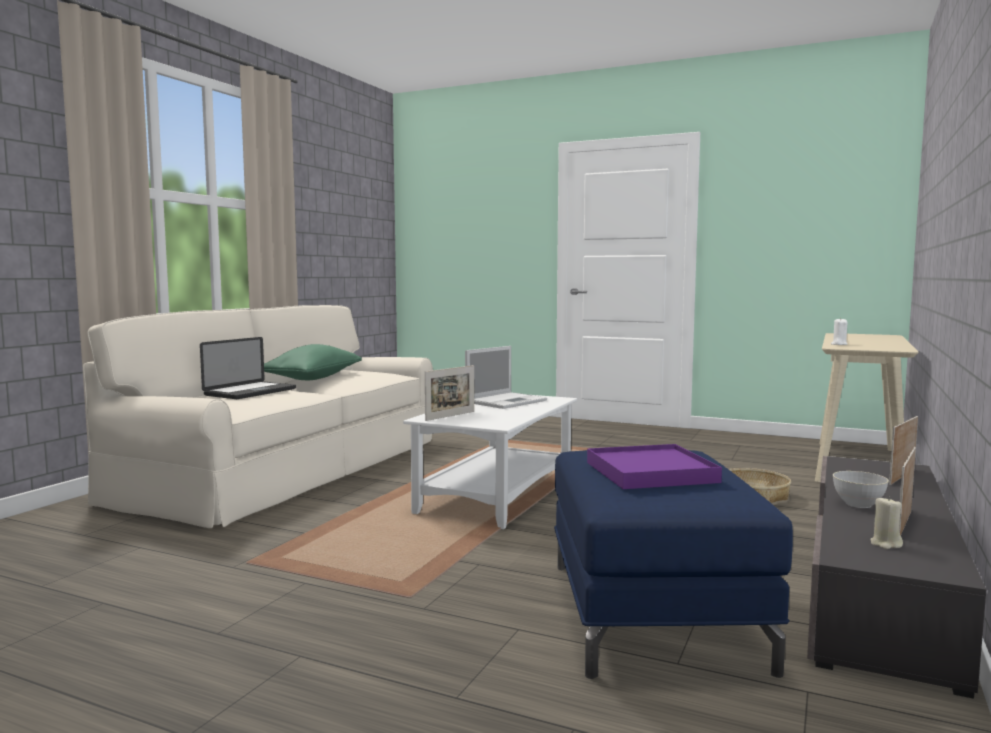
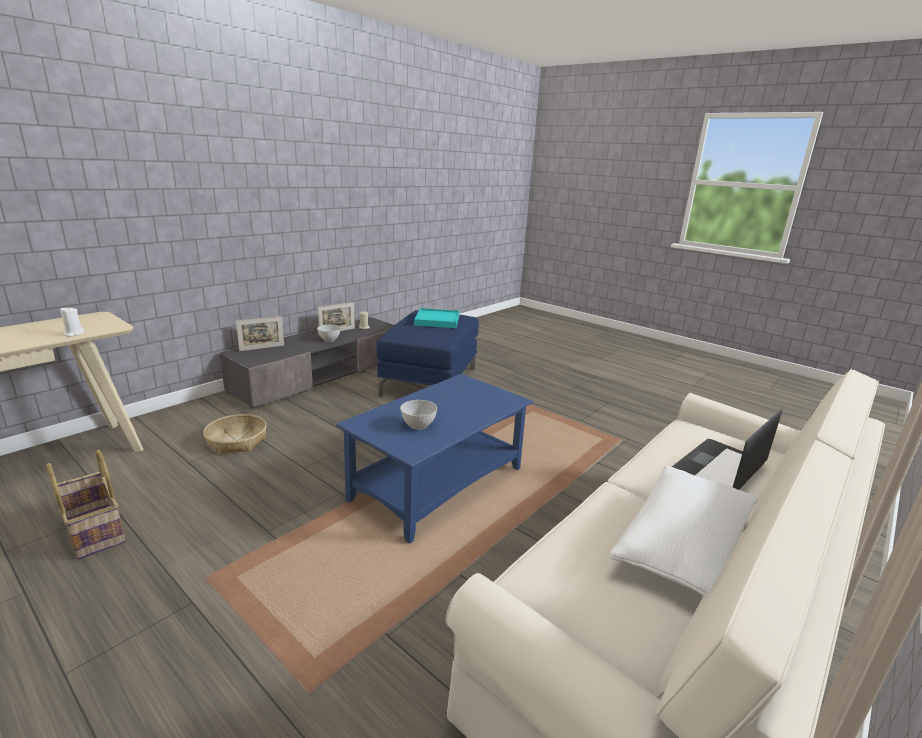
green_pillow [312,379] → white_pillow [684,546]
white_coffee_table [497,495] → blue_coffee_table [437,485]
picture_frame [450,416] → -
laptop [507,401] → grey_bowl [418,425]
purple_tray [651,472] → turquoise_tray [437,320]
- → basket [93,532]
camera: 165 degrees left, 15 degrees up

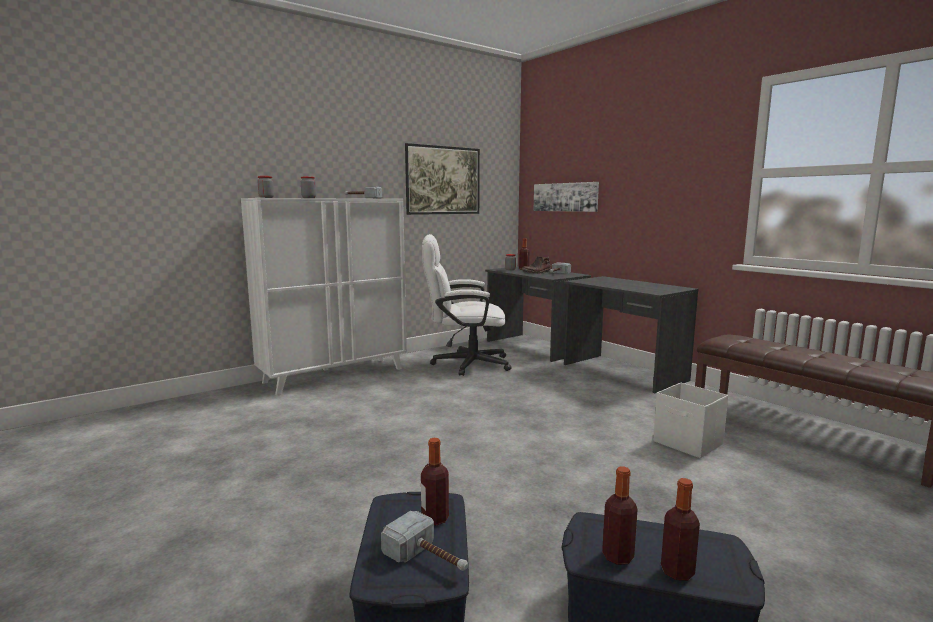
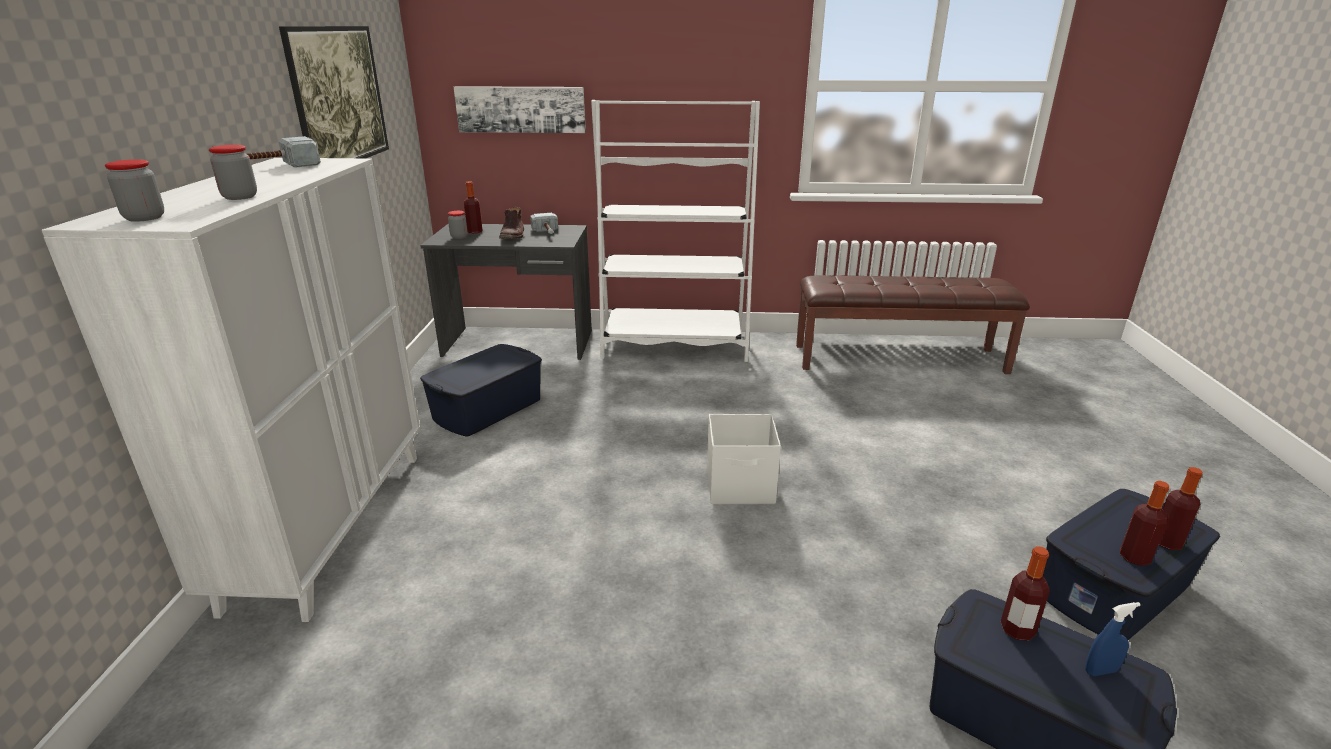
hammer [429,559] → blue_spray_bottle [1100,671]
white_office_chair [463,364] → blue_storage_box [487,409]
grey_desk [623,372] → white_bookcase [673,345]
white_storage_box [688,443] → white_storage_box [741,487], moved
camera: 50 degrees left, 15 degrees up

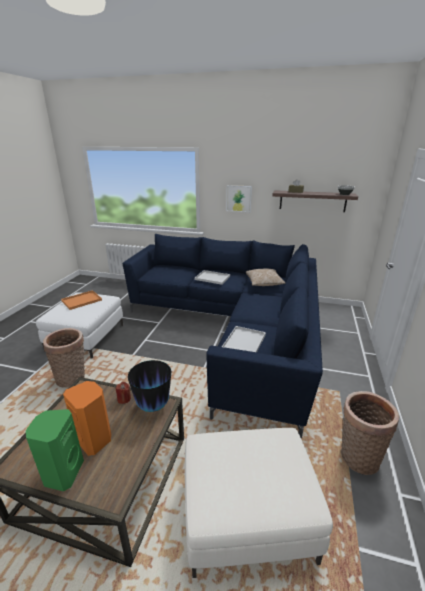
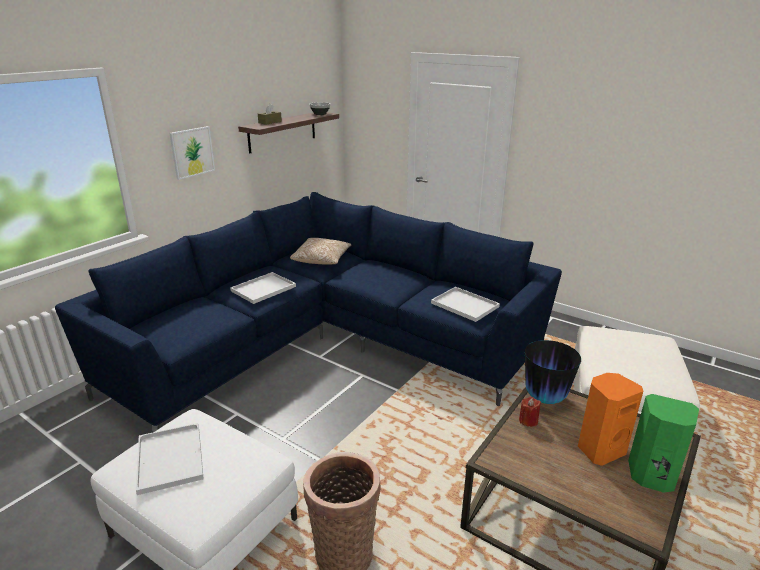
orange_tray [81,301] → white_tray [171,459]
basket [357,456] → -
camera: 70 degrees left, 0 degrees up

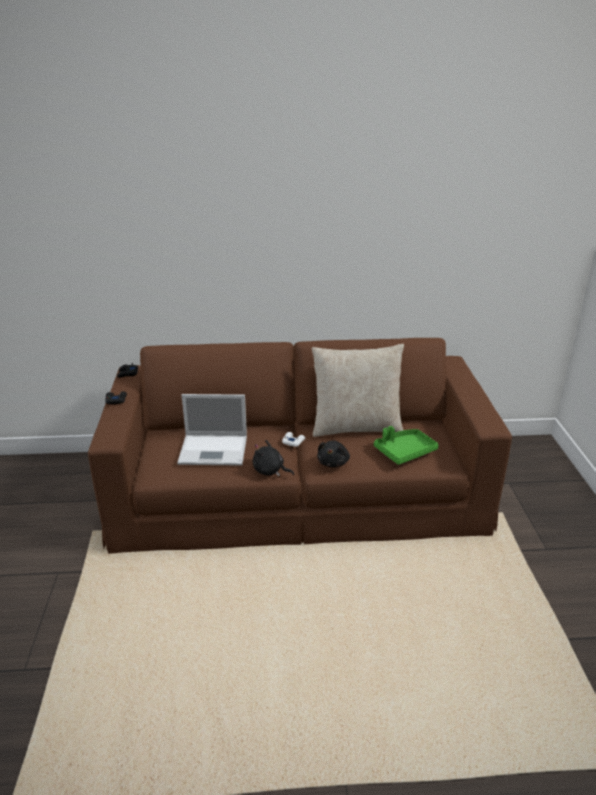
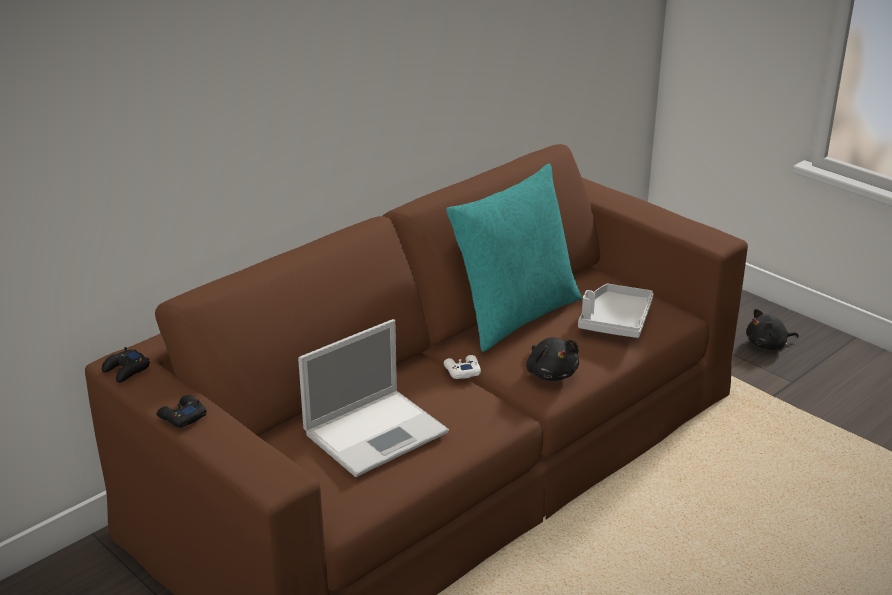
black_plush_toy [270,471] → black_plush_toy [768,345], moved
beige_pillow [356,427] → turquoise_pillow [515,315]
green_tray [404,452] → grey_tray [615,321]
camera: 40 degrees left, 0 degrees up

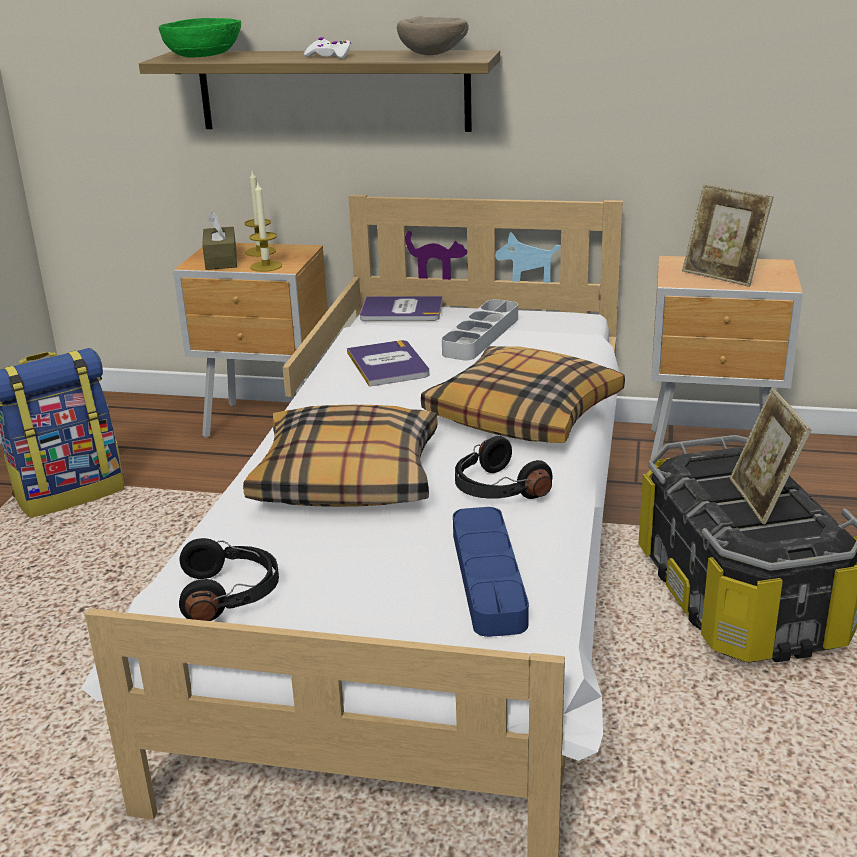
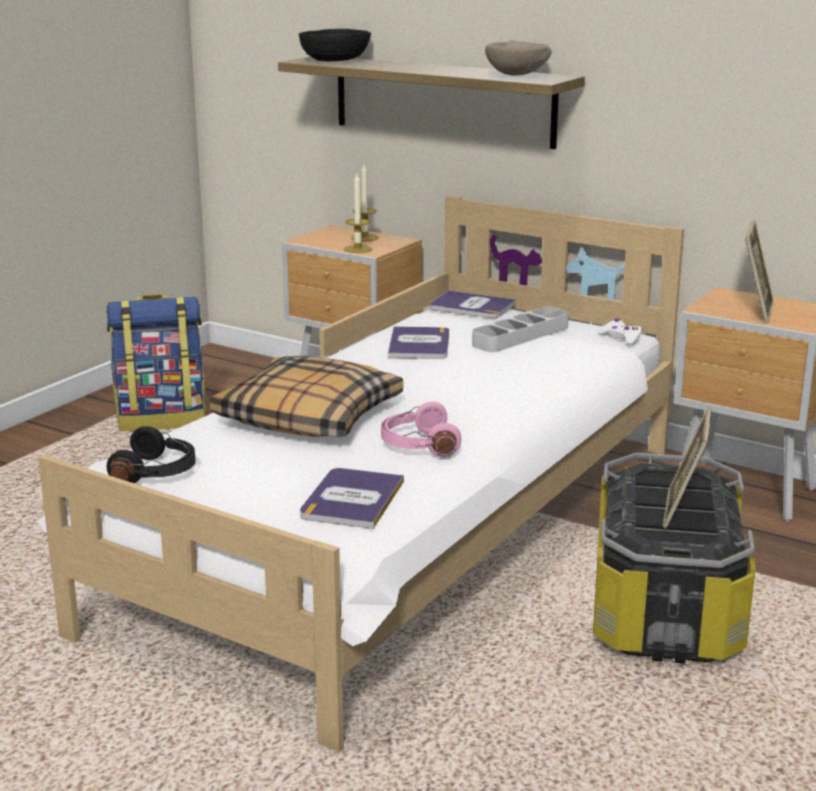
green_bowl [203,55] → black_bowl [335,60]
brown_tissue_box [221,260] → -
white_game_controller [329,56] → white_game_controller [621,337], moved
pillow [524,413] → -
blue_tray [488,577] → book [352,499]
black_headphones [496,489] → pink_headphones [418,445]
picture_frame [722,276] → picture_frame [755,311], 135 degrees counterclockwise
camera: 20 degrees right, 5 degrees down

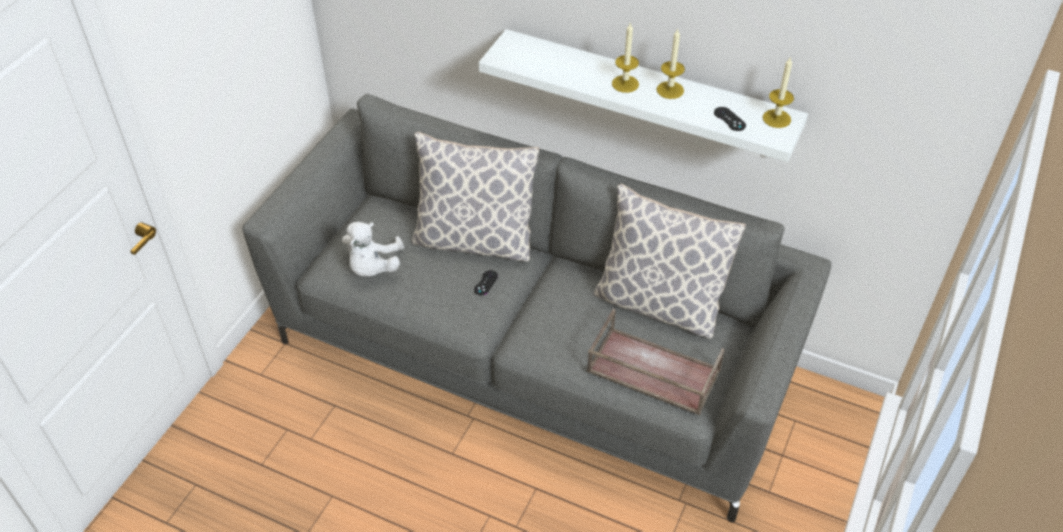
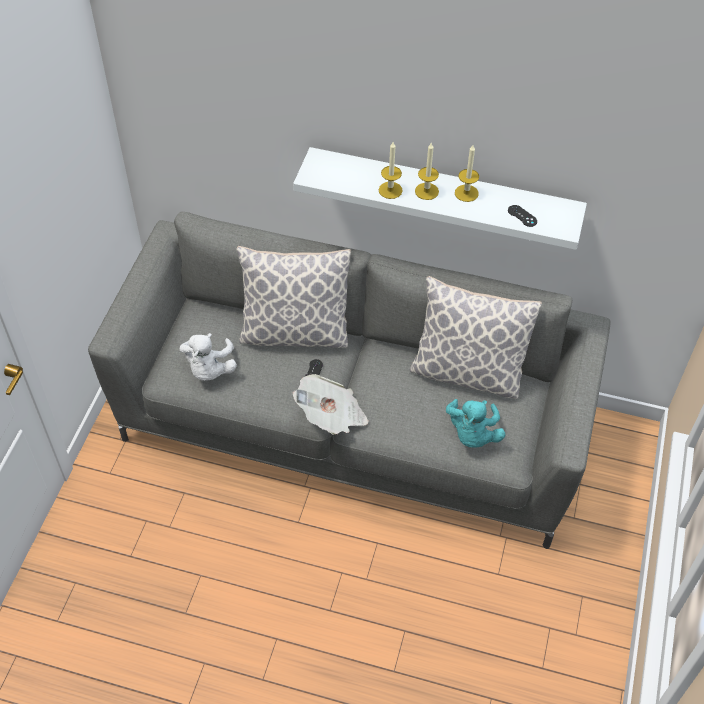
brown_tray [651,371] → turquoise_plush_toy [472,434]
candle [776,118] → candle [390,190], moved
- → newspaper [331,416]
camera: 10 degrees left, 5 degrees up

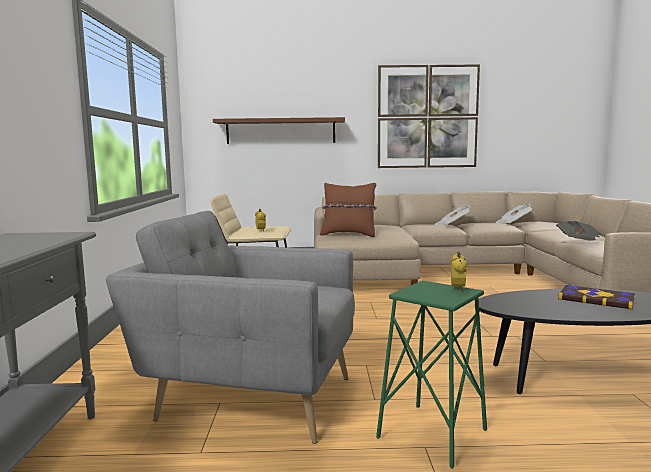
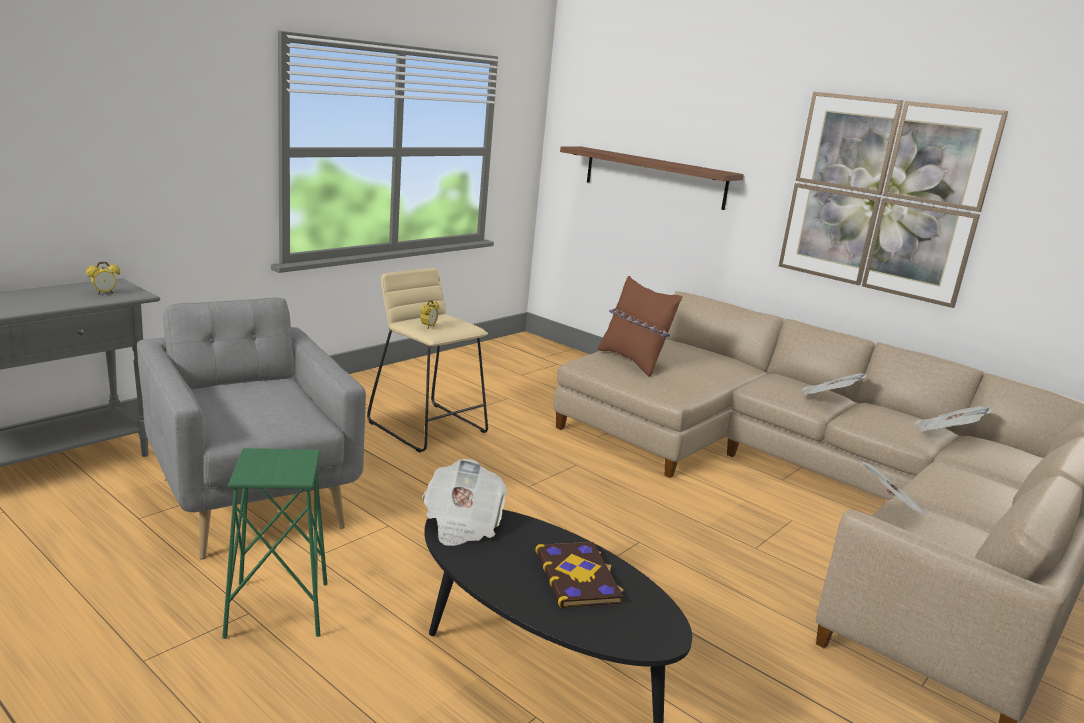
alarm_clock [458,289] → alarm_clock [104,293], moved
- → newspaper [462,523]
camera: 40 degrees right, 10 degrees up

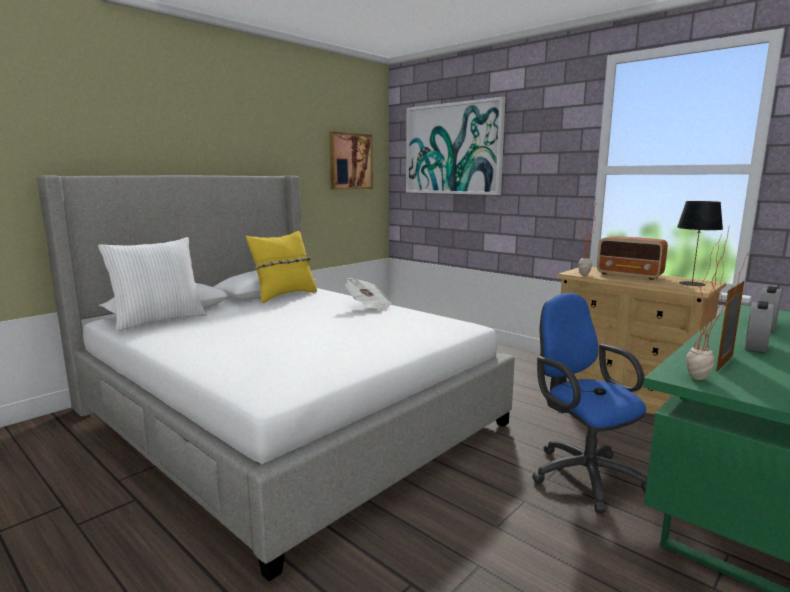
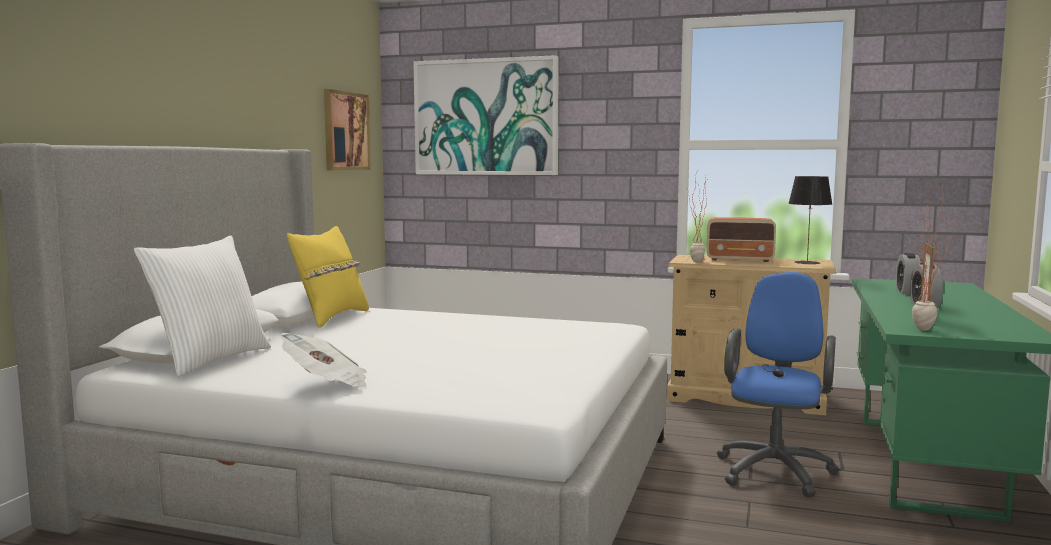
newspaper [369,307] → newspaper [327,384], moved
blue_office_chair [582,474] → blue_office_chair [775,469], 75 degrees clockwise
camera: 25 degrees left, 5 degrees down

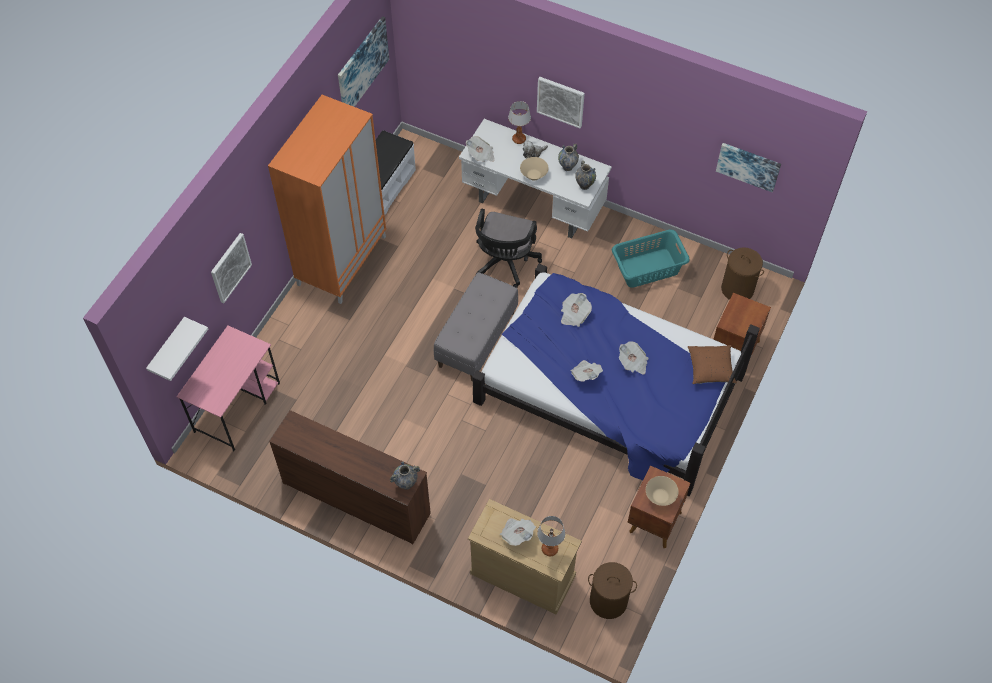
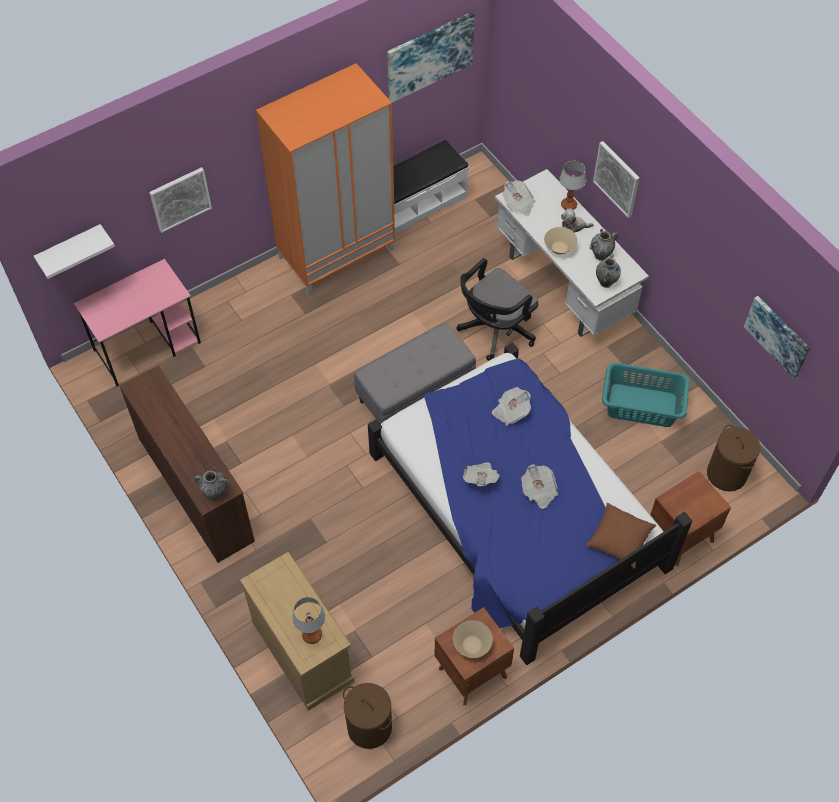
newspaper [517,534] → -
camera: 30 degrees right, 0 degrees up

